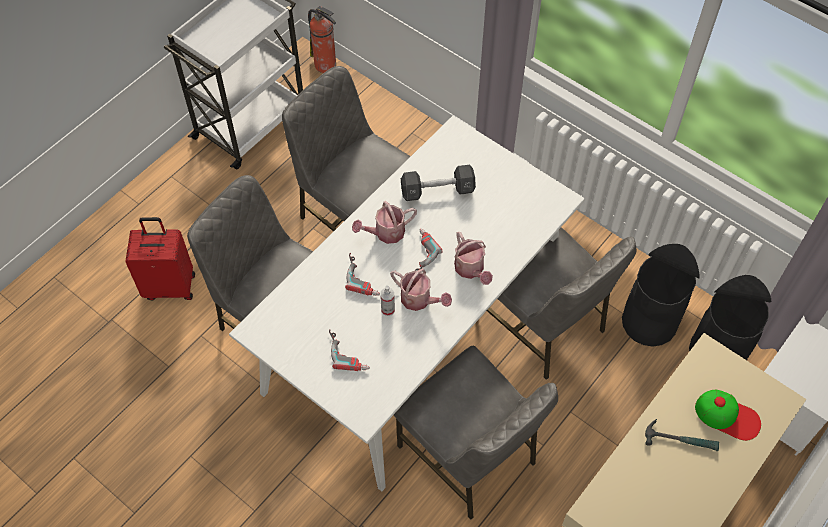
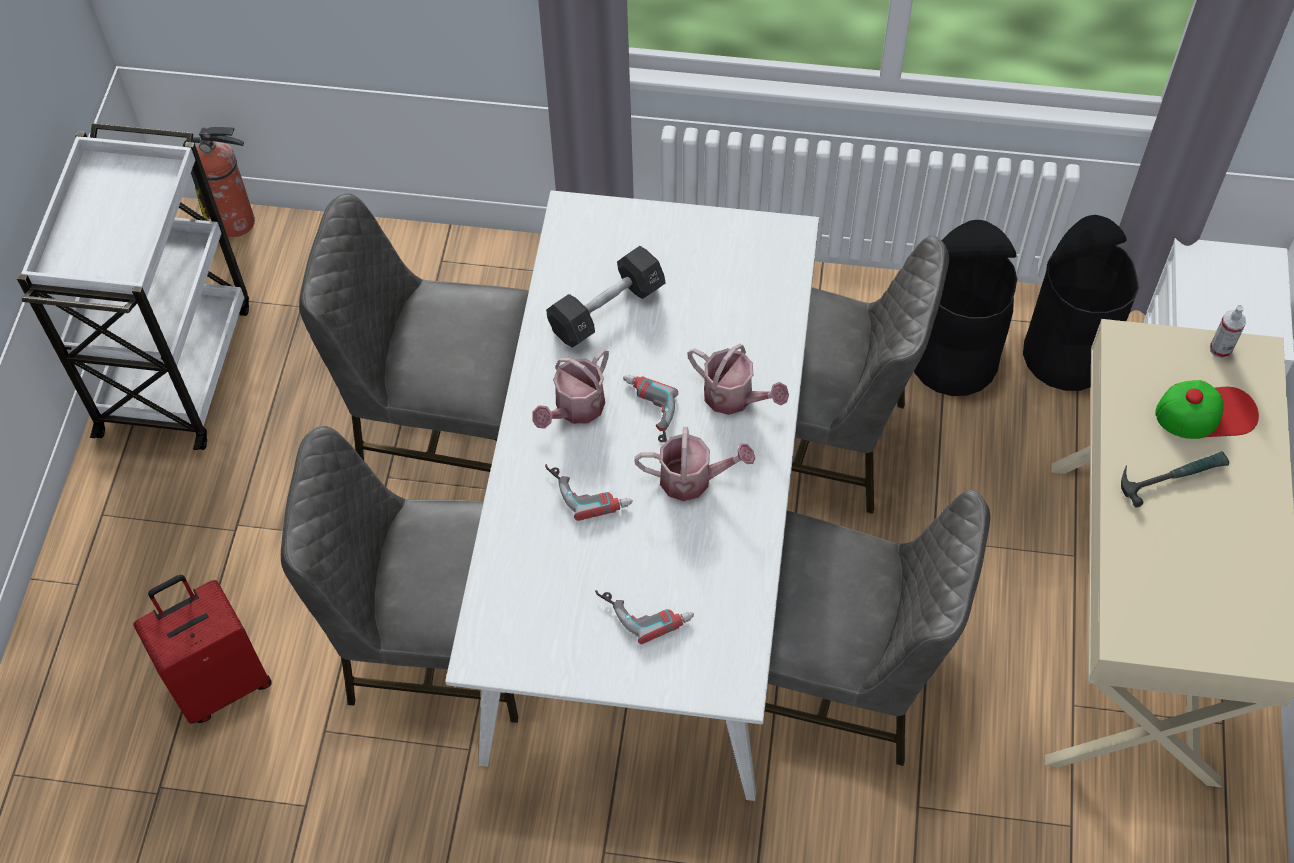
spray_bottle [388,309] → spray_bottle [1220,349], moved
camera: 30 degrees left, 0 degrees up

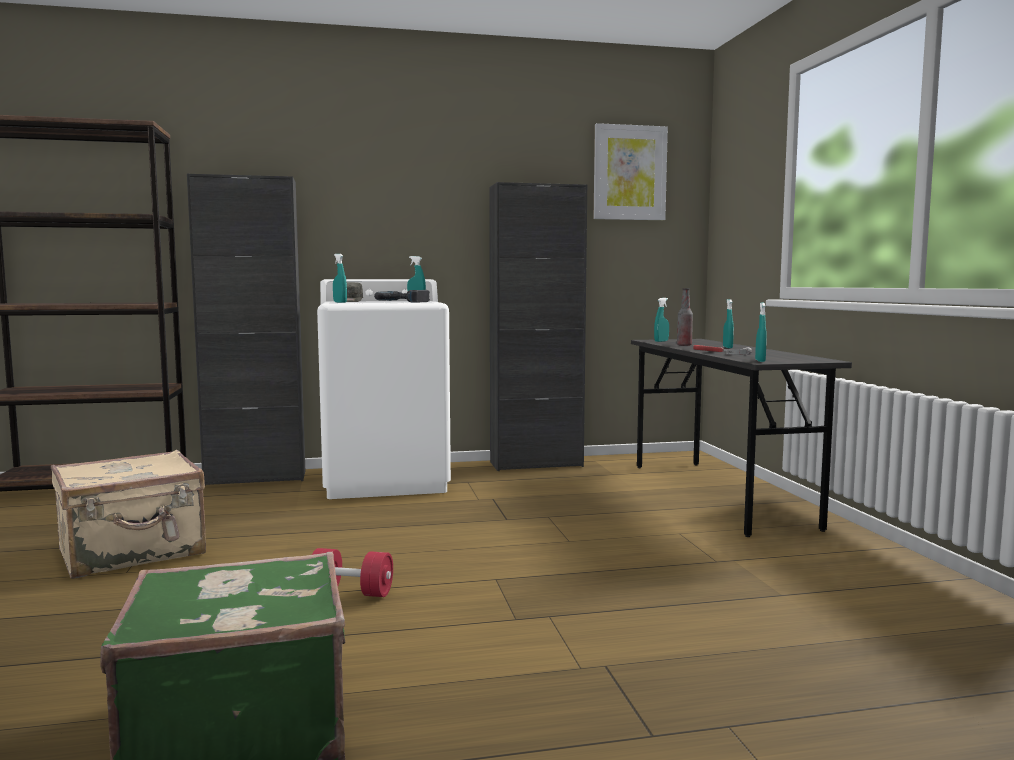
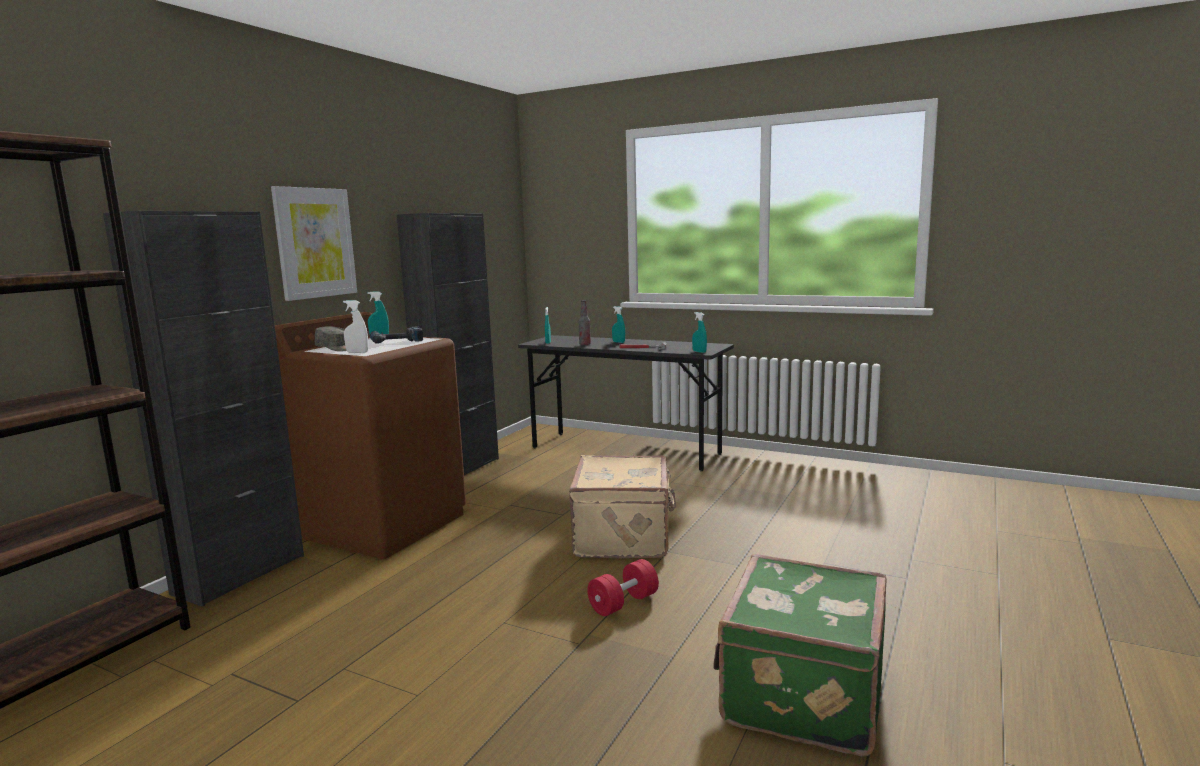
beige_suitcase [133,553] → beige_suitcase [624,536], moved
white_washing_machine [386,480] → brown_washing_machine [383,524]
turquoise_spray_bottle [340,302] → white_spray_bottle [357,352]
picture [629,173] → picture [315,243], moved
camera: 50 degrees left, 5 degrees up

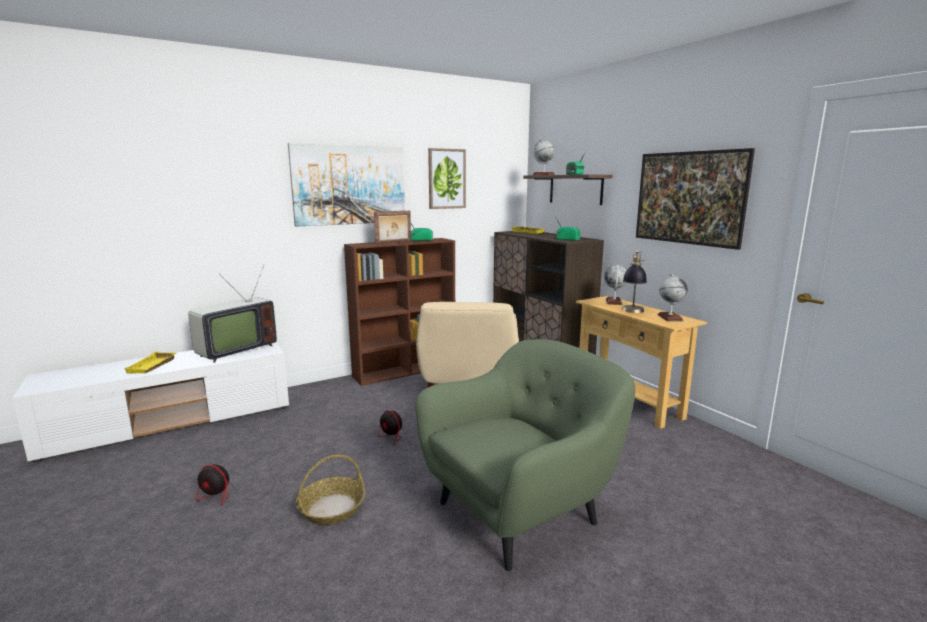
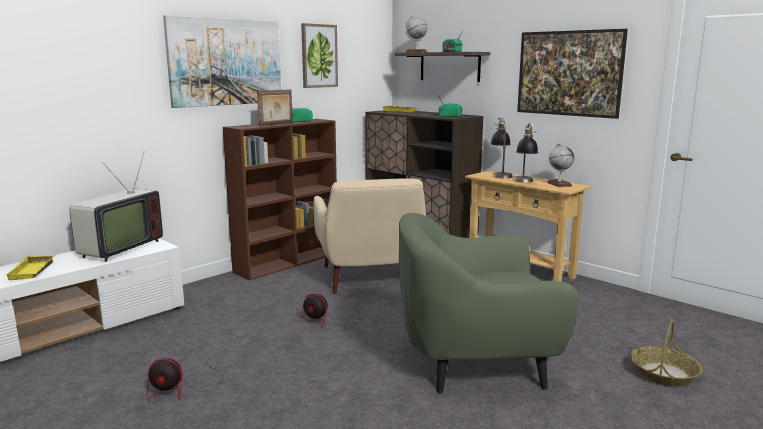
basket [332,508] → basket [663,373], moved
green_armchair [520,510] → green_armchair [474,363], 135 degrees counterclockwise
globe [614,302] → table_lamp [500,175]
camera: 15 degrees left, 0 degrees up

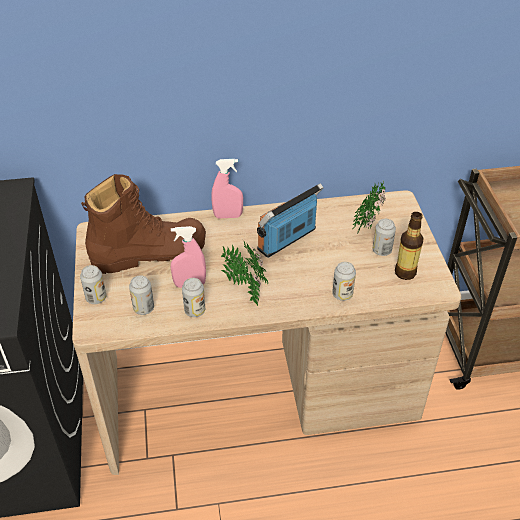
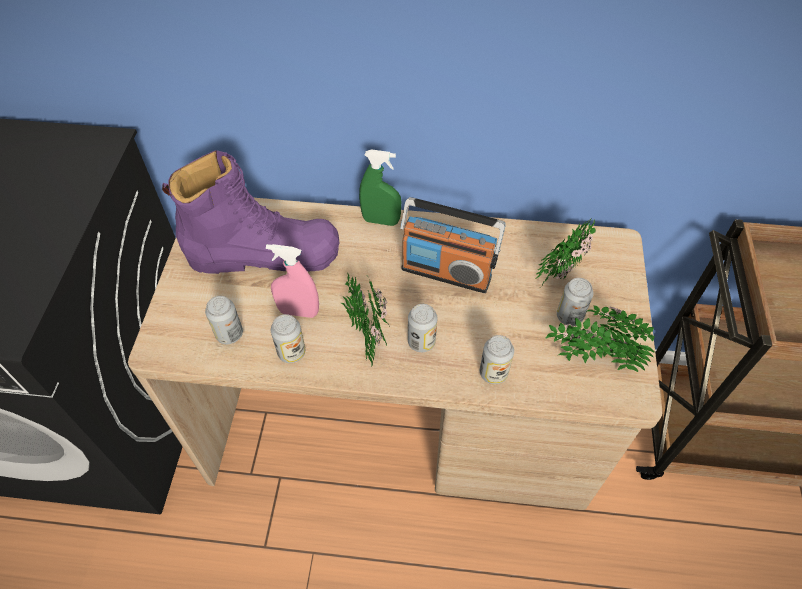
can [96,298] → can [421,342], moved
brown_boot [149,252] → purple_boot [264,253]
pink_spray_bottle [228,216] → green_spray_bottle [381,220]
radio [287,239] → radio [446,272], 135 degrees counterclockwise
bottle [405,272] → potted_plant [591,358]
camera: 15 degrees right, 10 degrees up

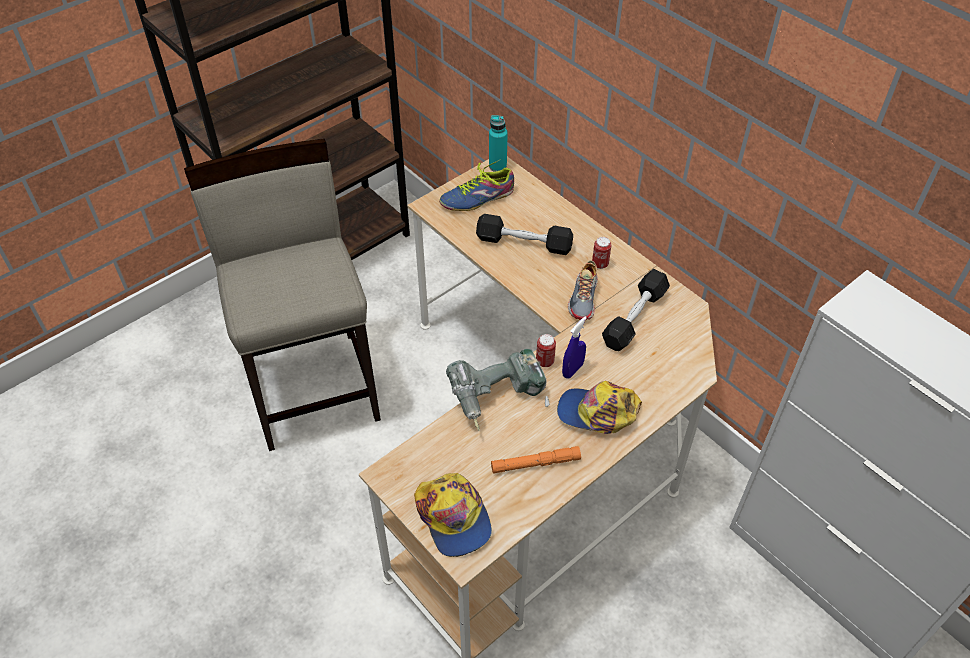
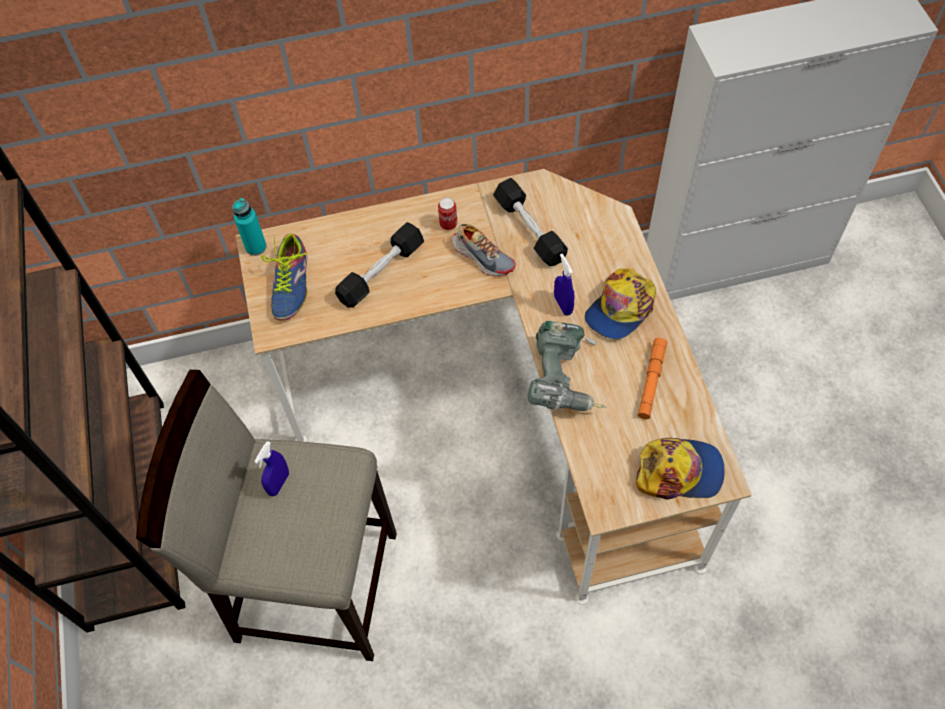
can [545,361] → -
- → blue_spray_bottle [279,483]
camera: 60 degrees left, 10 degrees up

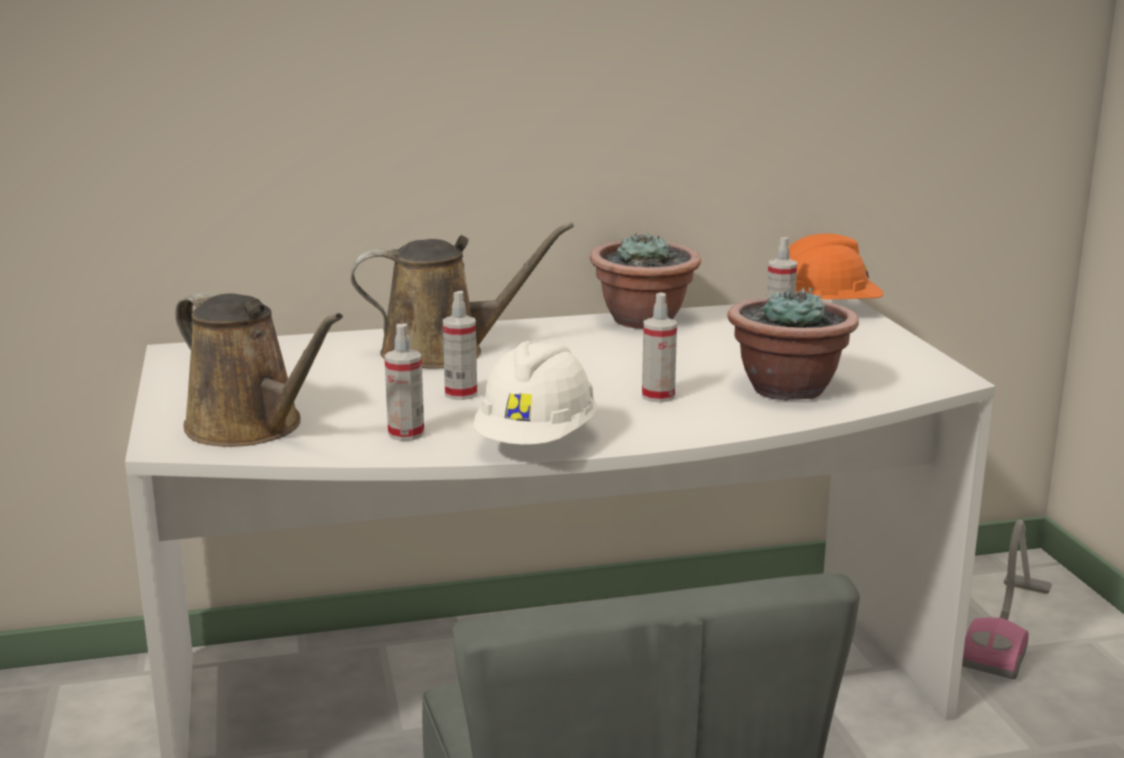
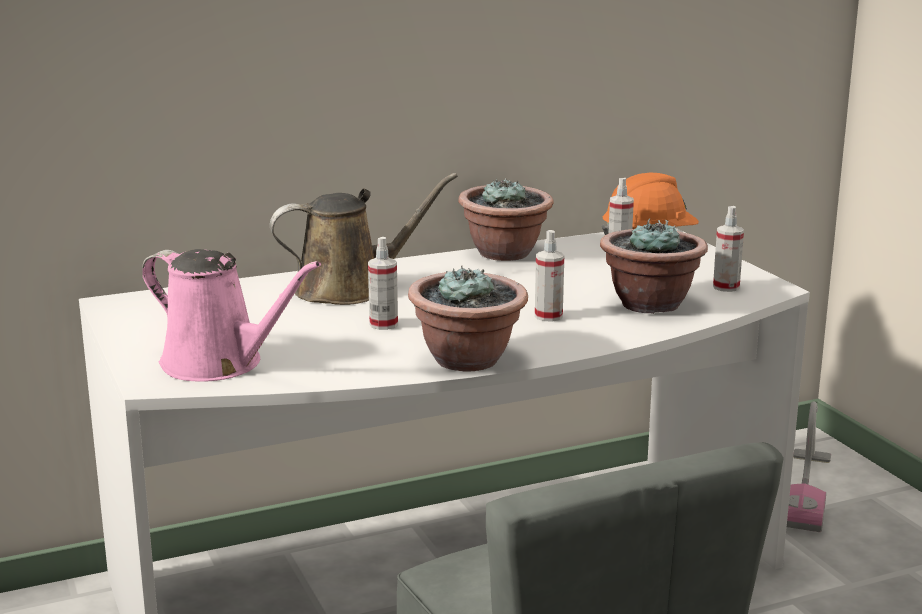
brown_watering_can [251,428] → pink_watering_can [219,364]
spray_bottle [406,434] → spray_bottle [726,287], moved
white_hard_hat [536,442] → potted_plant [468,360]
camera: 10 degrees left, 0 degrees up

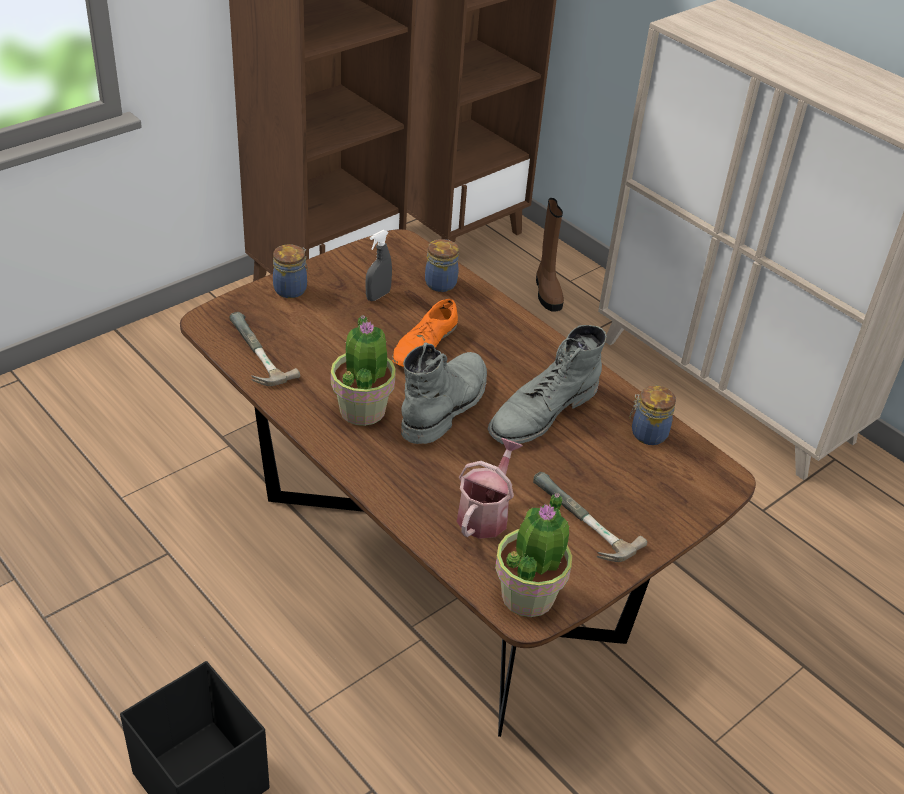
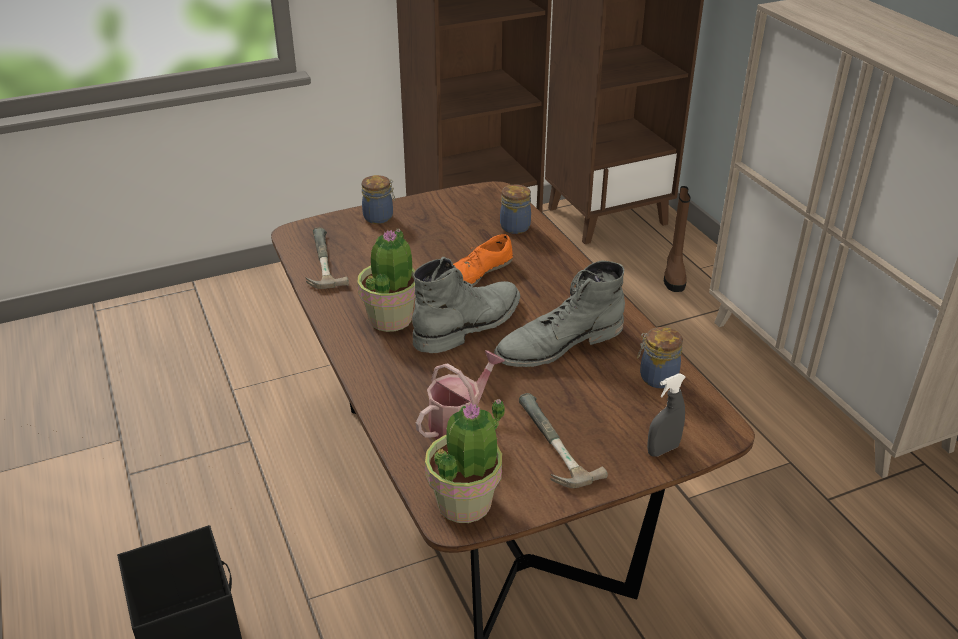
grey_spray_bottle [378,296] → grey_spray_bottle [663,450], moved
camera: 20 degrees right, 5 degrees down

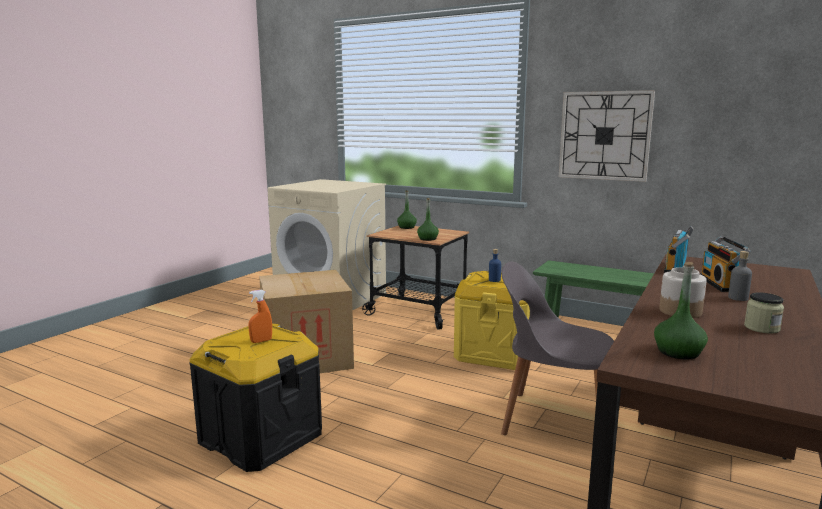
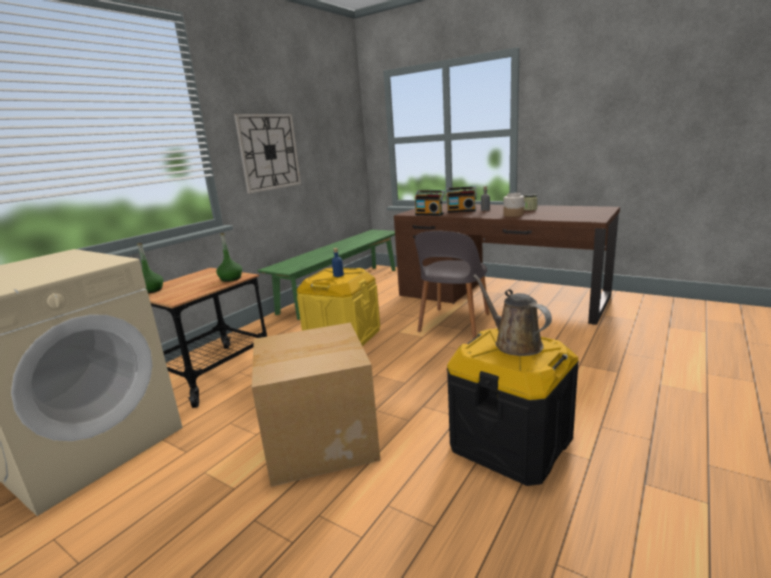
orange_spray_bottle [261,341] → brown_watering_can [514,343]
green_bottle [678,352] → -
camera: 85 degrees left, 5 degrees up

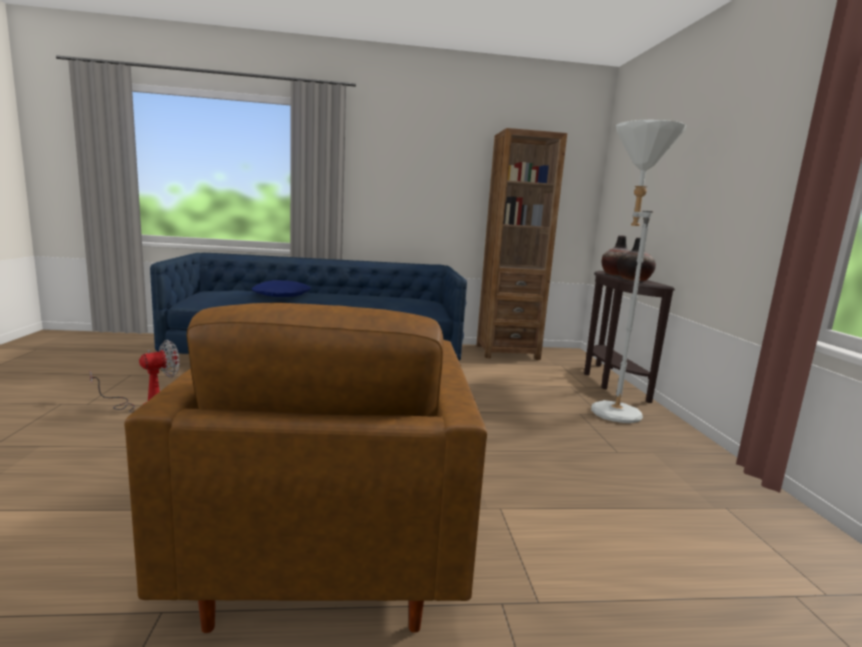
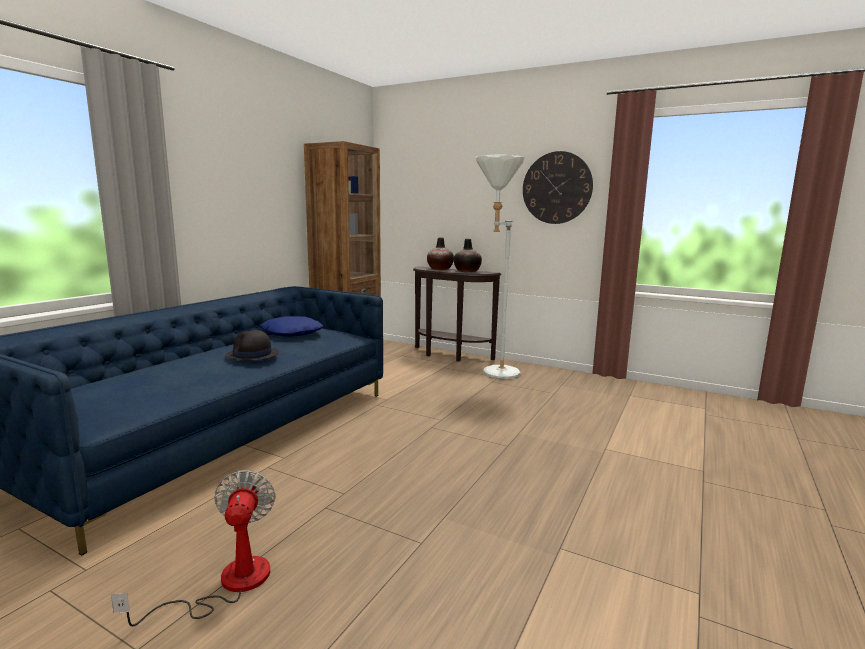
brown_armchair [328,547] → -
blue_pillow [281,295] → blue_pillow [291,333], moved
- → black_hat [252,355]
- → wall_clock [557,188]
camera: 55 degrees left, 0 degrees up

